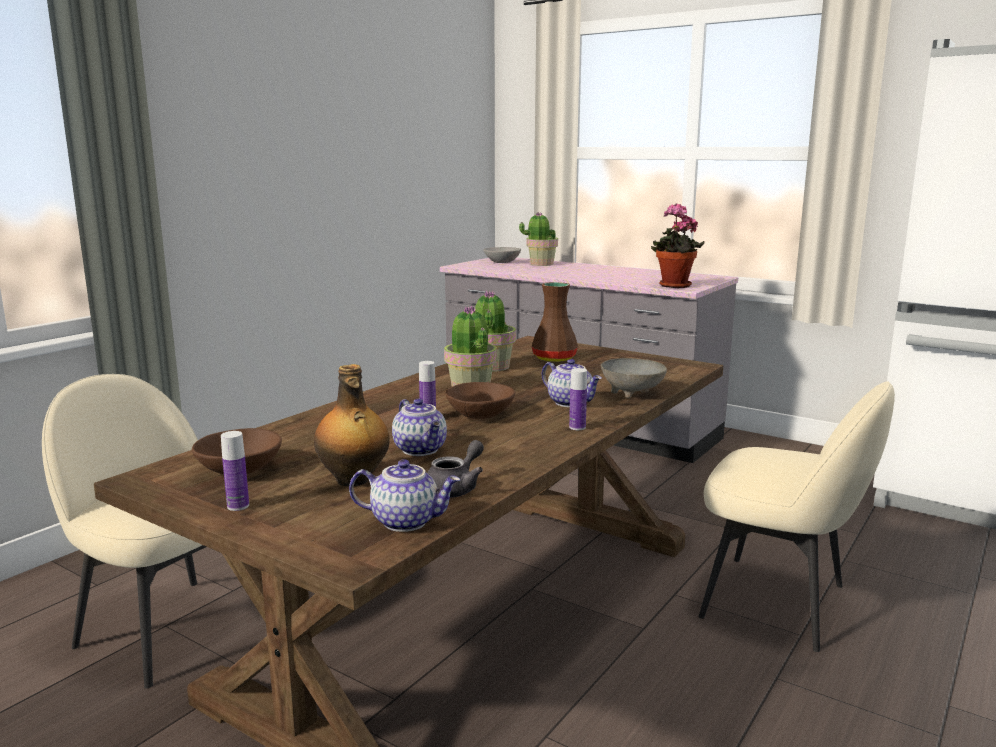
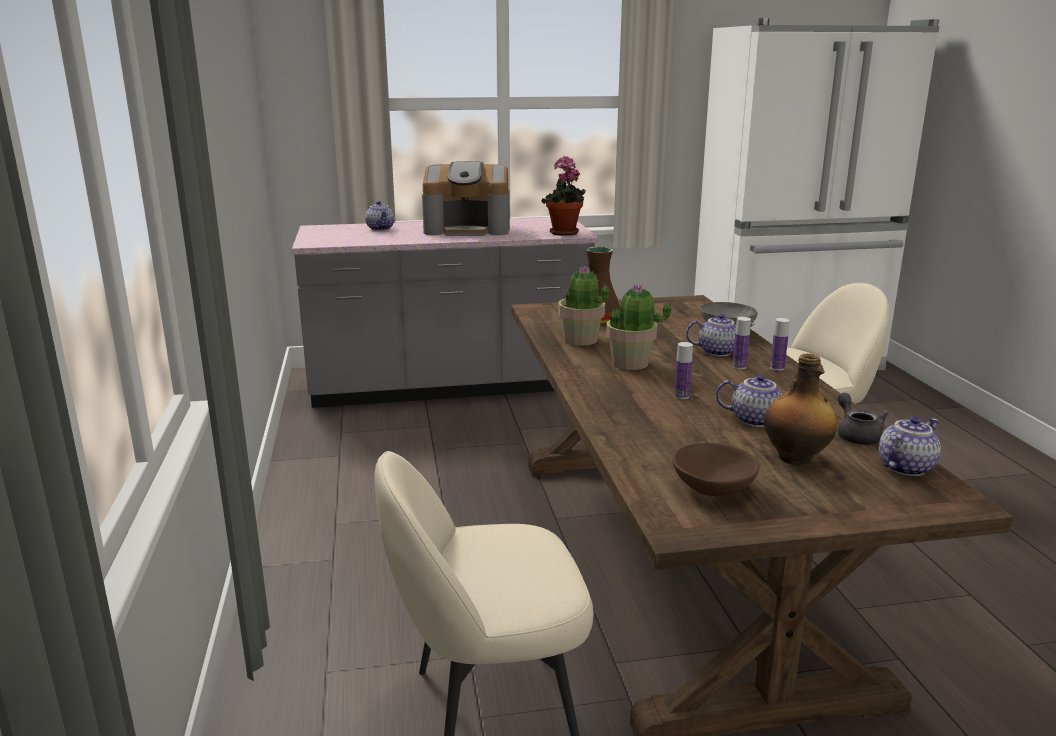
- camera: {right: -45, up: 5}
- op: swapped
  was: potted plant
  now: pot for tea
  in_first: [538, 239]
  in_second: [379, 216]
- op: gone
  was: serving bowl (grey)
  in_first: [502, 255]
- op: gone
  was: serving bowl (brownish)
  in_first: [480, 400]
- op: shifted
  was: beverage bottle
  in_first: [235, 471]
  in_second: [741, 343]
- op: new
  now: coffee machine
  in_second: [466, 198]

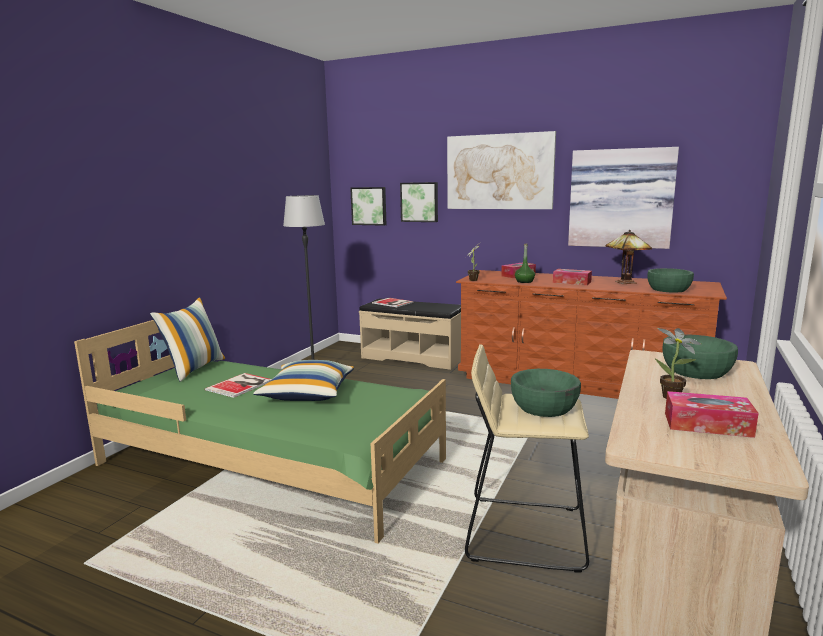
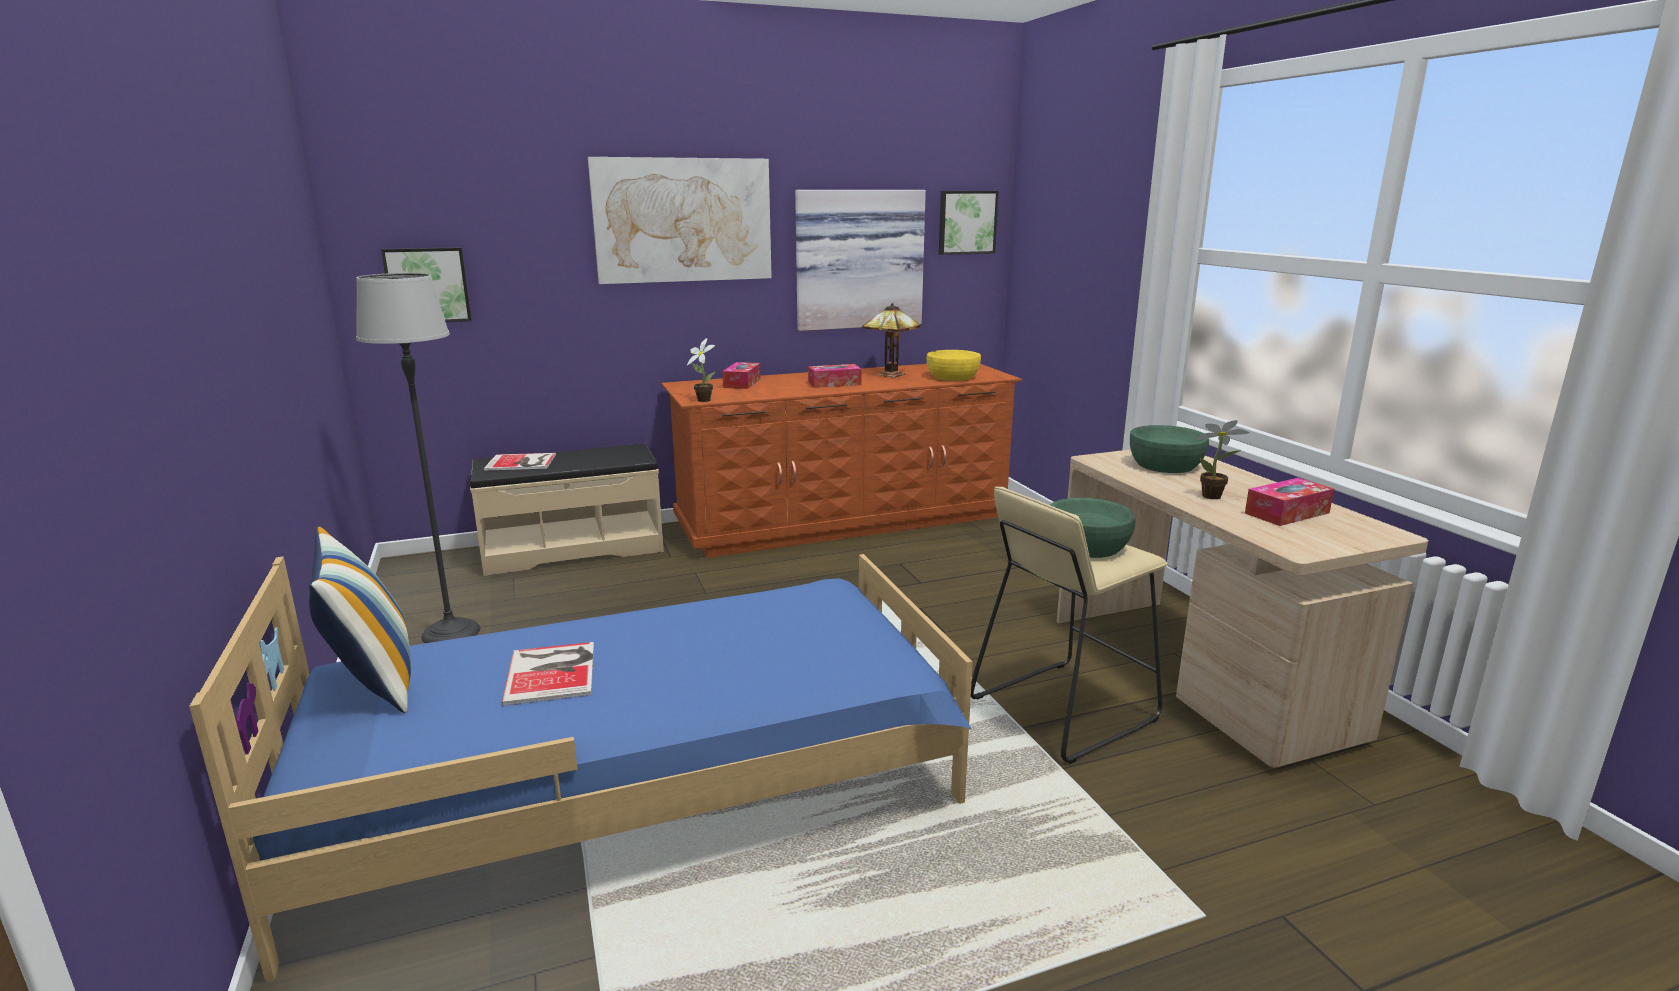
- camera: {right: -45, up: 5}
- op: shifted
  was: picture
  in_first: [419, 202]
  in_second: [969, 223]
- op: gone
  was: beverage bottle (green)
  in_first: [525, 263]
- op: repainted
  was: serving bowl (green)
  now: serving bowl (yellow-coloured)
  in_first: [671, 280]
  in_second: [954, 365]
- op: repainted
  was: bed (green)
  now: bed (blue-coloured)
  in_first: [260, 432]
  in_second: [581, 768]
- op: gone
  was: throw pillow
  in_first: [303, 380]

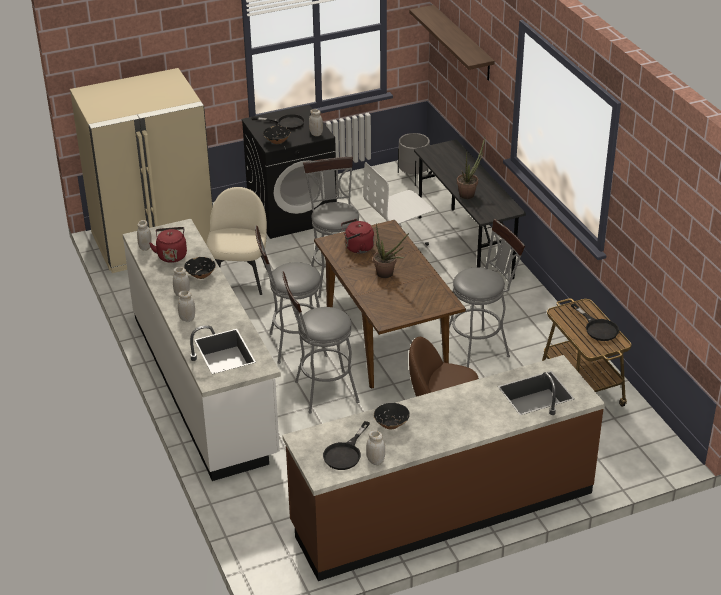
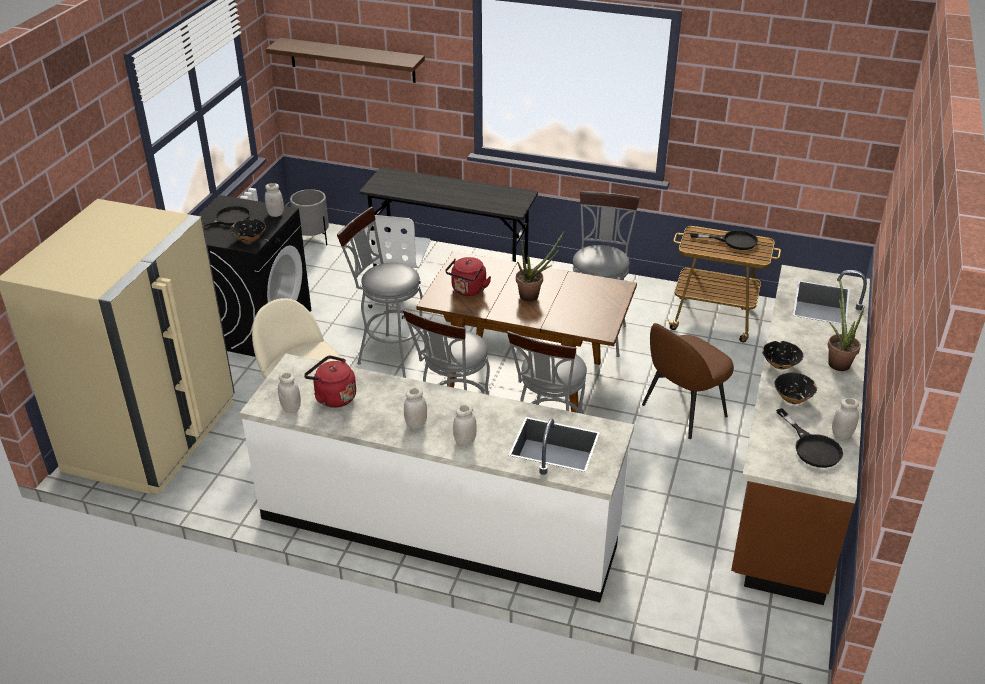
- camera: {right: -50, up: 0}
- op: shifted
  was: potted plant
  in_first: [471, 168]
  in_second: [846, 324]
- op: shifted
  was: serving bowl (blackish)
  in_first: [200, 268]
  in_second: [782, 355]

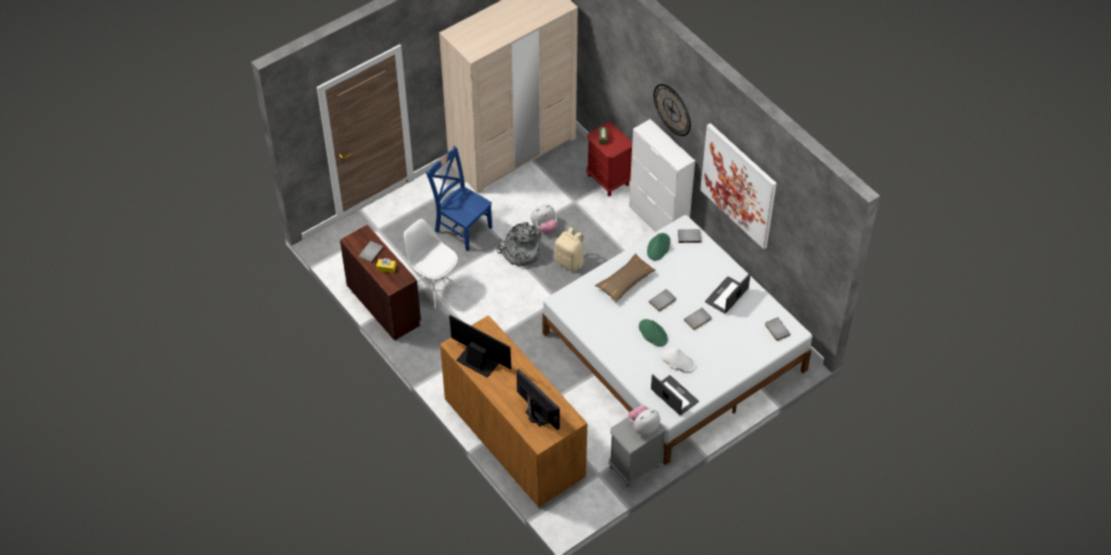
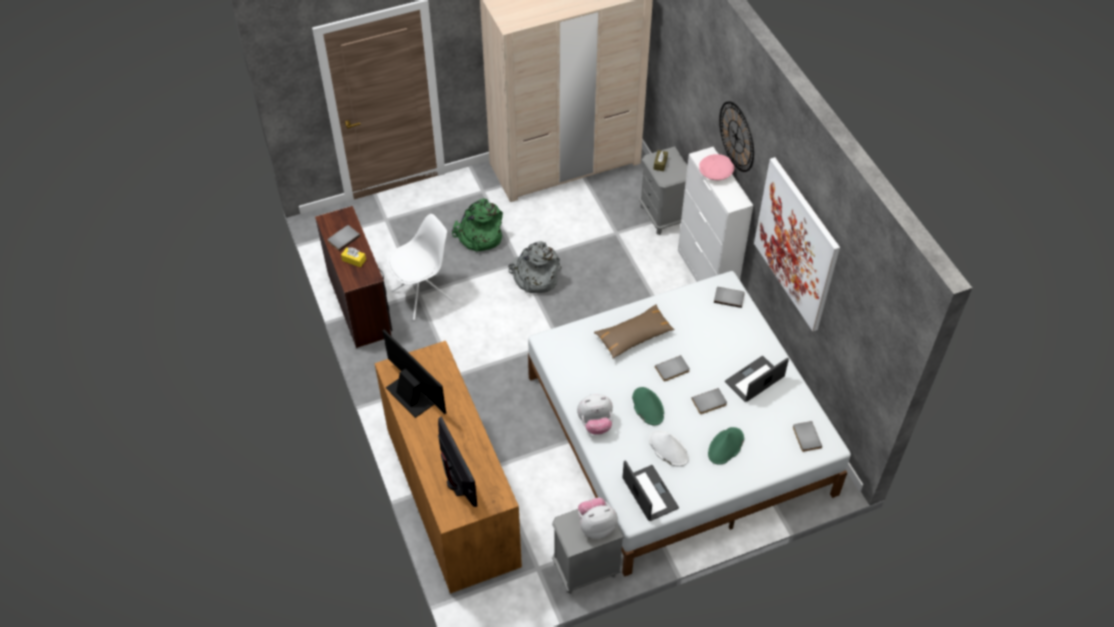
- camera: {right: 15, up: 0}
- op: repainted
  was: nightstand (red)
  now: nightstand (grey)
  in_first: [609, 158]
  in_second: [663, 190]
- op: swapped
  was: plain chair (blue-coloured)
  now: rucksack (green)
  in_first: [459, 198]
  in_second: [477, 225]
- op: shifted
  was: cuddly toy
  in_first: [544, 219]
  in_second: [595, 414]
- op: rotated
  was: plain chair (whitish)
  in_first: [432, 264]
  in_second: [420, 267]
  clockwise: 90
- op: gone
  was: rucksack (beige-coloured)
  in_first: [569, 249]
- op: shifted
  was: clothing hat (green)
  in_first: [659, 246]
  in_second: [726, 446]
- op: new
  now: serving bowl (pinkish)
  in_second: [716, 167]

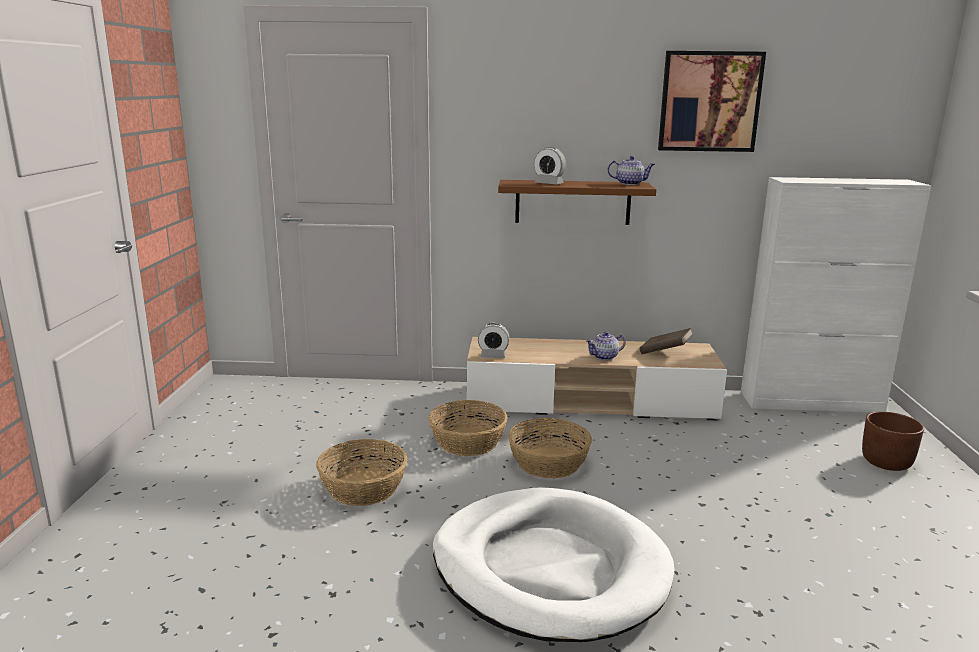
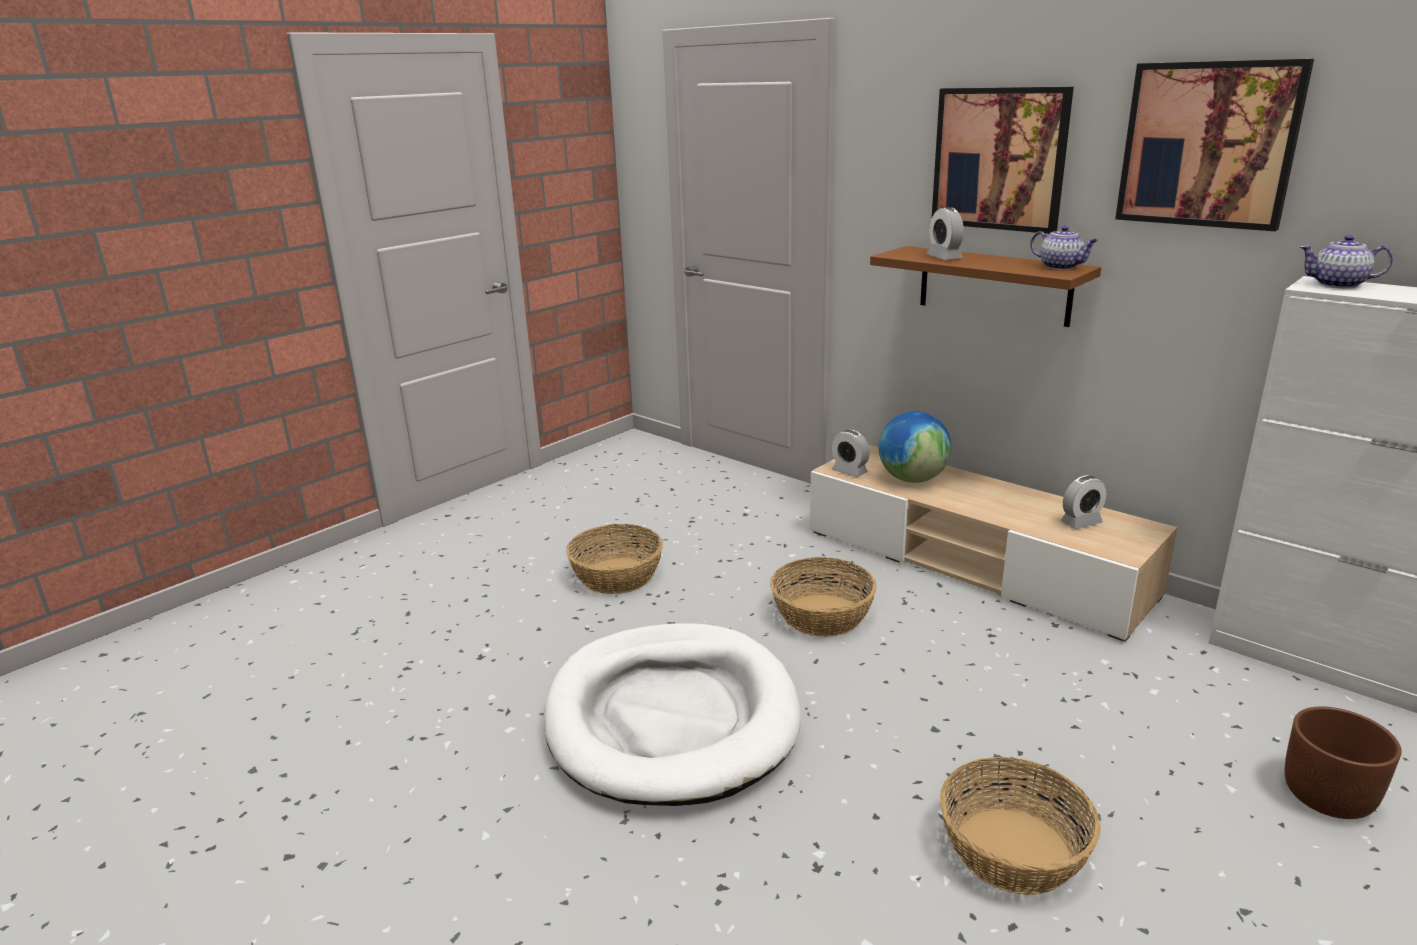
- camera: {right: 40, up: 5}
- op: swapped
  was: bound book (brownish)
  now: alarm clock
  in_first: [666, 341]
  in_second: [1083, 502]
- op: shifted
  was: pot for tea
  in_first: [605, 345]
  in_second: [1346, 261]
- op: shifted
  was: basket
  in_first: [468, 428]
  in_second: [1020, 826]
- op: new
  now: picture
  in_second: [1003, 160]
- op: new
  now: world globe
  in_second: [915, 447]

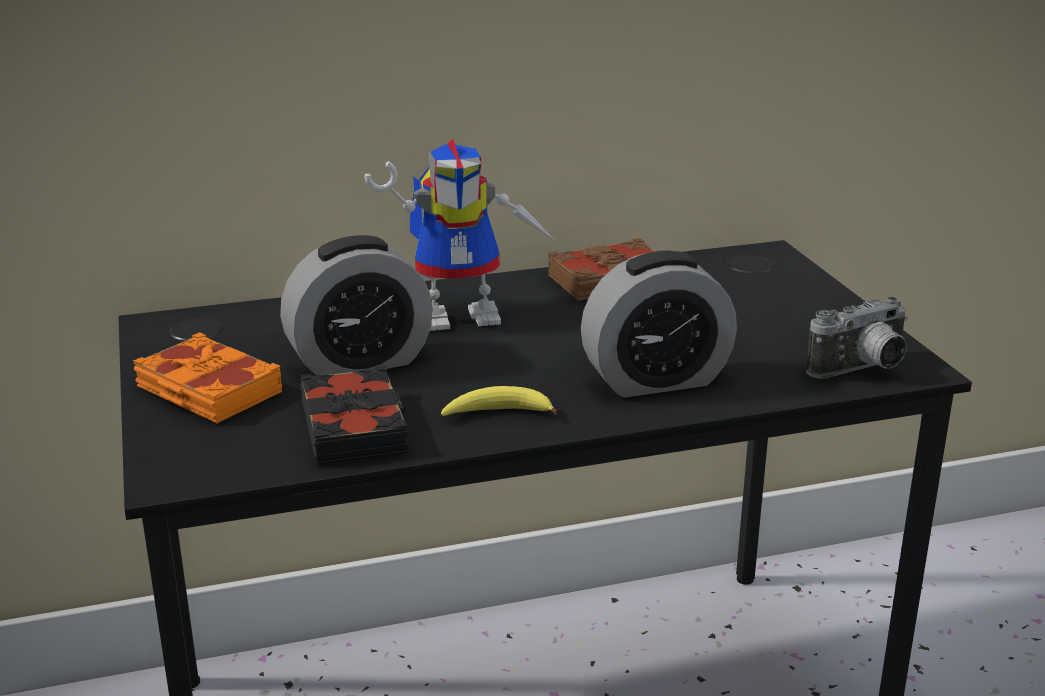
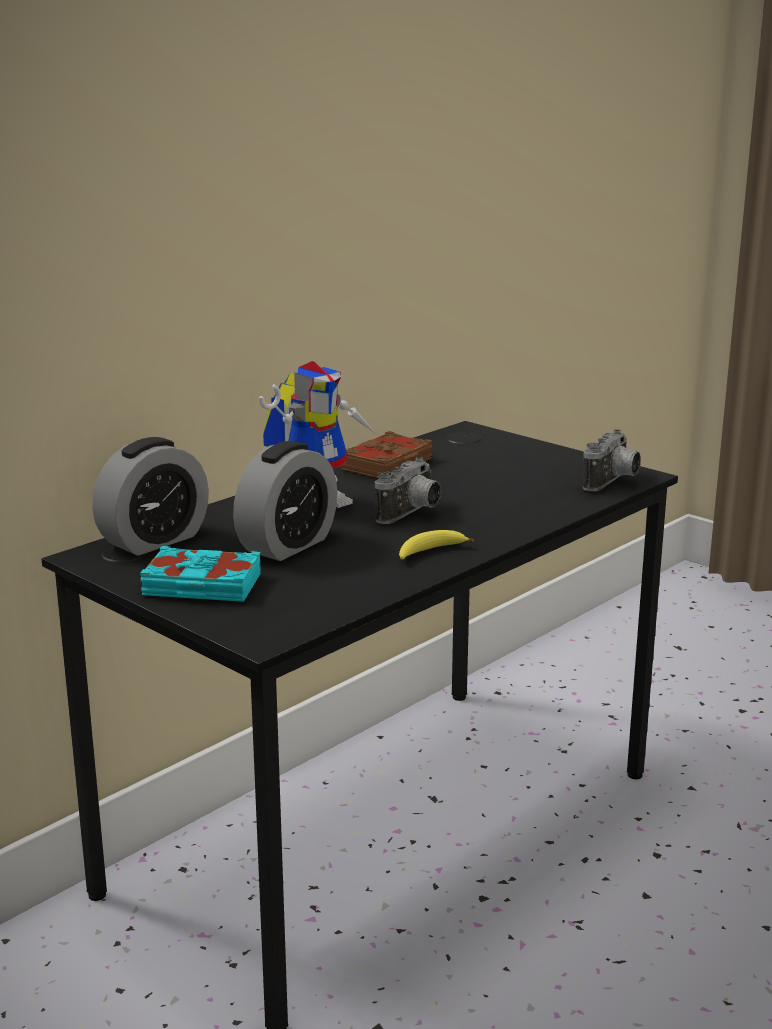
- camera: {right: -30, up: -5}
- op: shifted
  was: alarm clock
  in_first: [659, 324]
  in_second: [150, 496]
- op: repainted
  was: bound book (orange-coloured)
  now: bound book (blue-green)
  in_first: [207, 377]
  in_second: [200, 574]
- op: gone
  was: bound book (blackish)
  in_first: [354, 415]
- op: new
  now: still camera
  in_second: [408, 490]

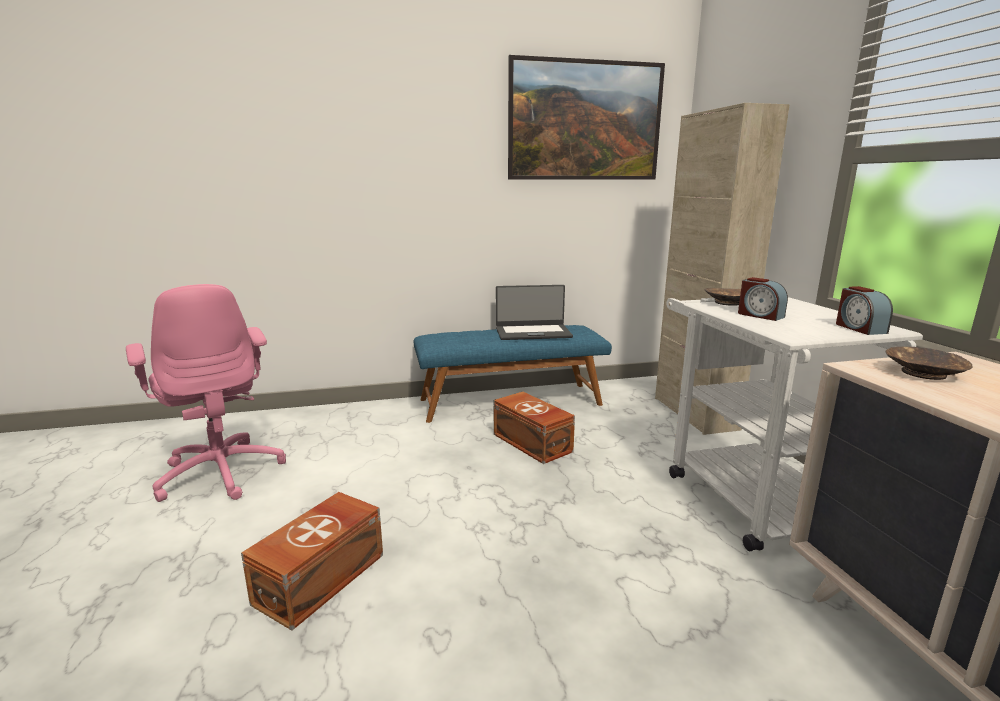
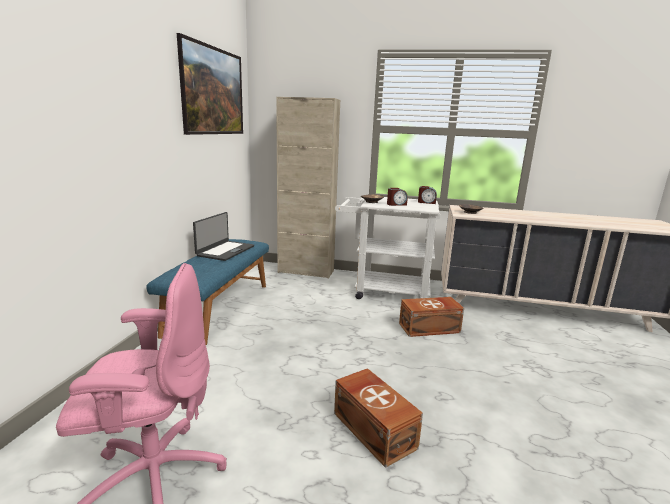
- camera: {right: -65, up: 0}
- op: shifted
  was: storage container (brownish)
  in_first: [534, 428]
  in_second: [431, 317]

